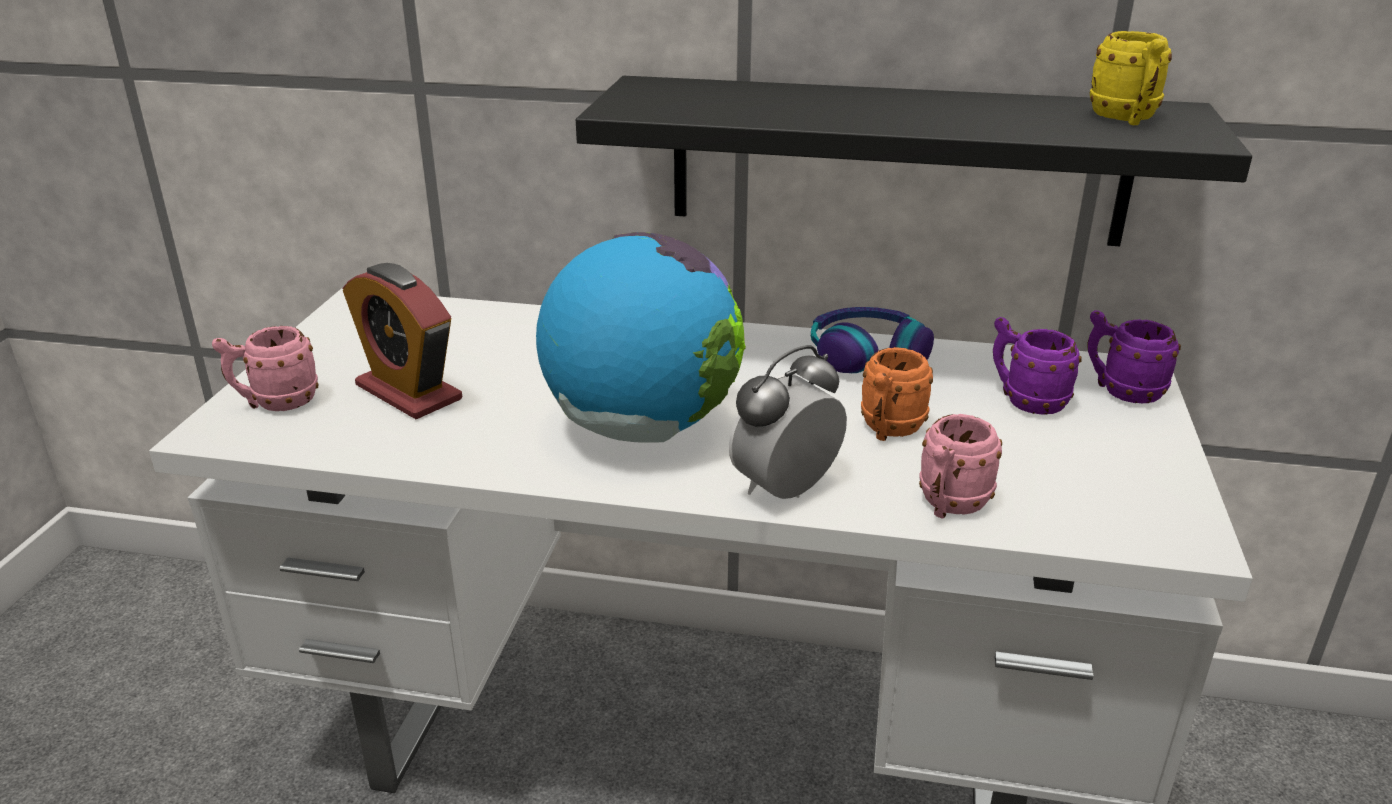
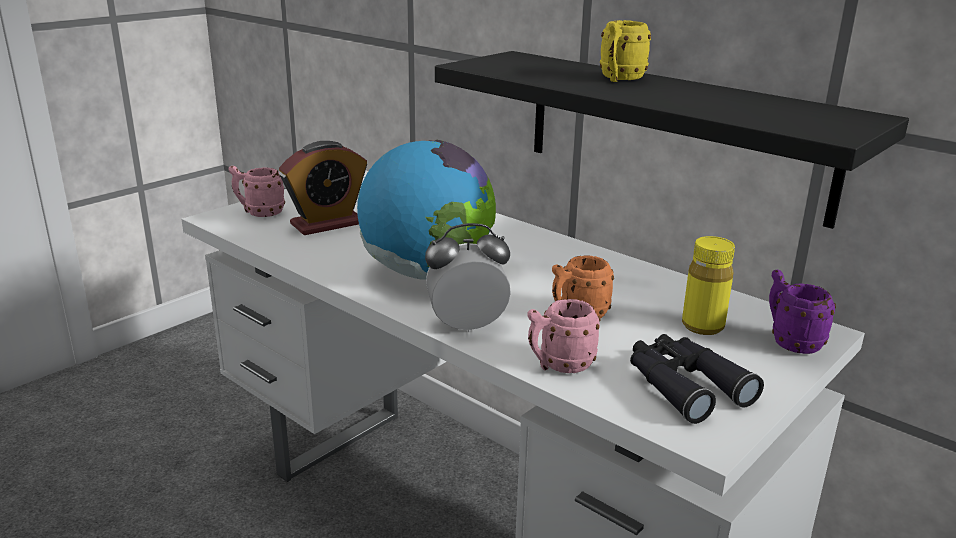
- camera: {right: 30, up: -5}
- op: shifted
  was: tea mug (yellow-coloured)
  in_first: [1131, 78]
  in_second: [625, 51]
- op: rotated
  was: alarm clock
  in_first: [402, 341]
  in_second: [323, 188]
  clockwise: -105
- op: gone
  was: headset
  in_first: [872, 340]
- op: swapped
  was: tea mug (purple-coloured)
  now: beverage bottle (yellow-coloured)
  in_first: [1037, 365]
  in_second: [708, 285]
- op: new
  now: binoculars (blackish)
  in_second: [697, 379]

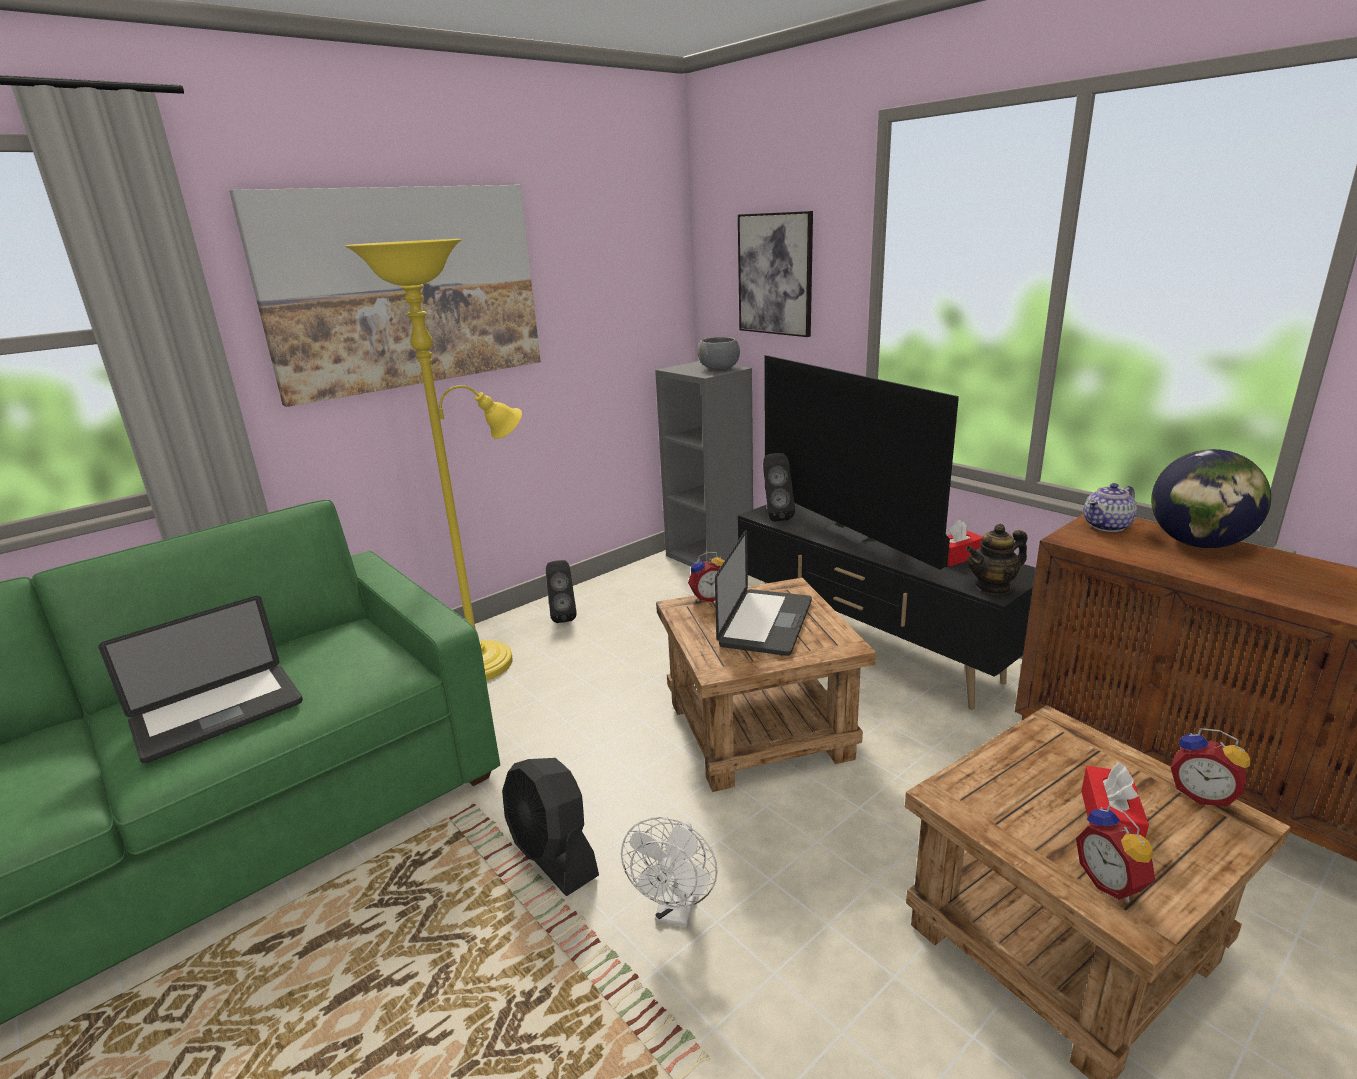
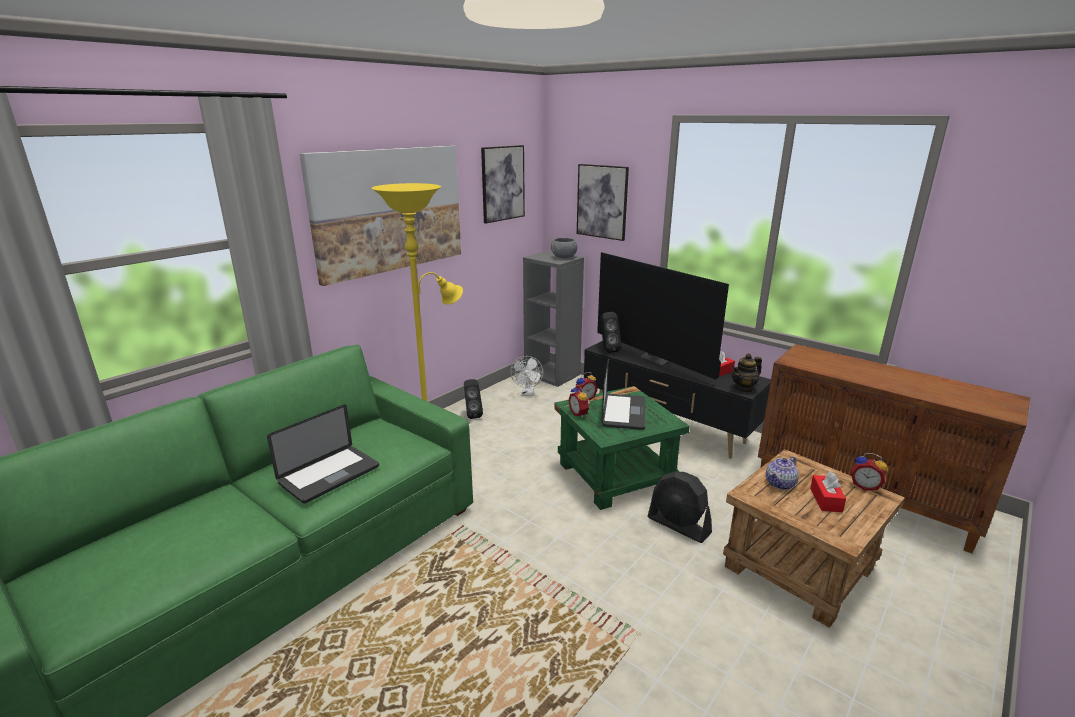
- camera: {right: -10, up: 0}
- op: gone
  was: world globe
  in_first: [1211, 498]
- op: shifted
  was: pot for tea
  in_first: [1110, 507]
  in_second: [782, 473]
- op: repainted
  was: side table (brownish)
  now: side table (green)
  in_first: [766, 685]
  in_second: [622, 448]
- op: shifted
  was: electric fan (blackish)
  in_first: [550, 827]
  in_second: [680, 507]
- op: shifted
  was: alarm clock
  in_first: [1115, 853]
  in_second: [579, 401]
- op: shifted
  was: electric fan (whitish)
  in_first: [669, 872]
  in_second: [527, 376]
- op: new
  now: picture
  in_second: [503, 184]

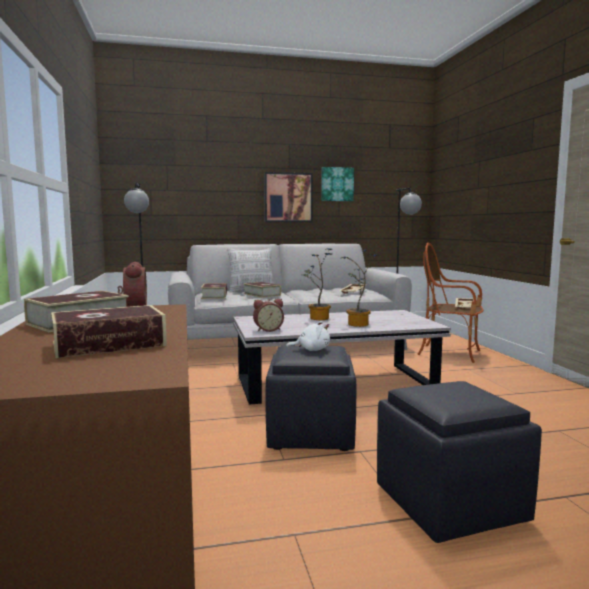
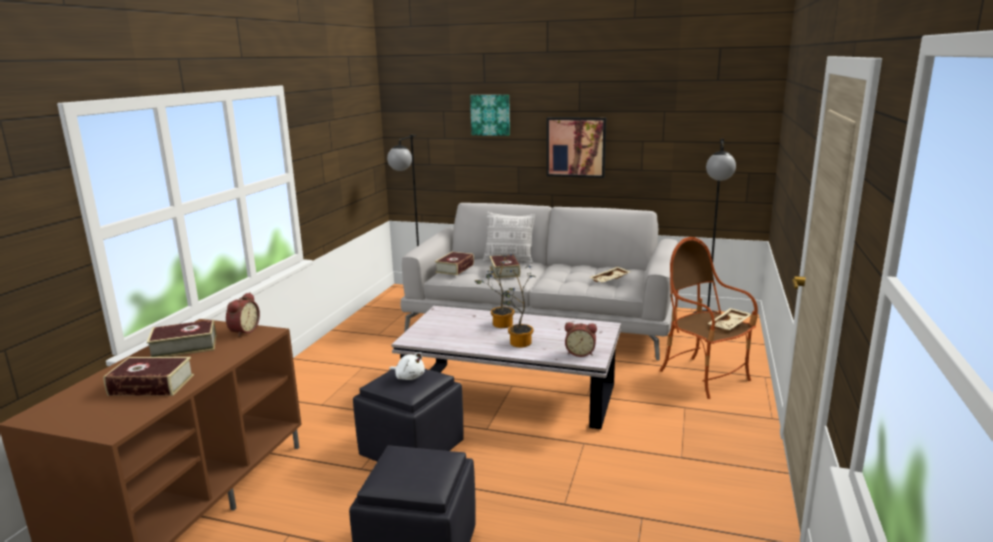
- camera: {right: 30, up: 10}
- op: shifted
  was: picture
  in_first: [337, 184]
  in_second: [490, 115]
- op: shifted
  was: alarm clock
  in_first: [268, 315]
  in_second: [581, 339]

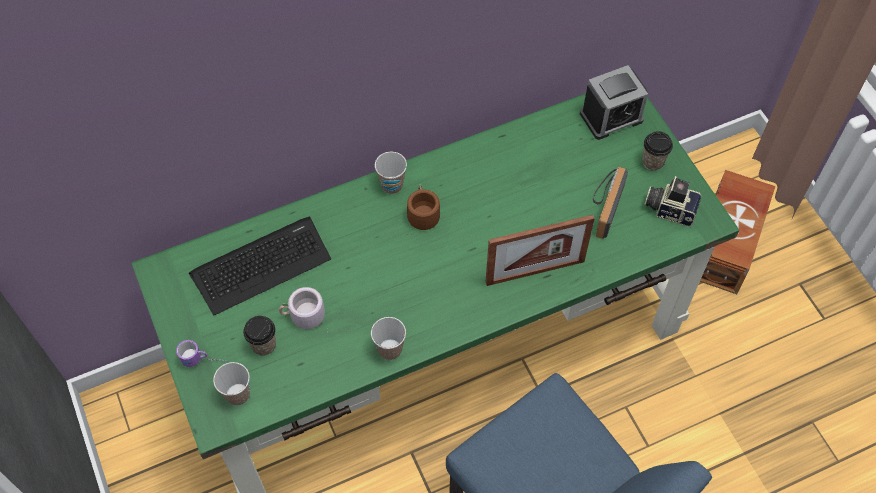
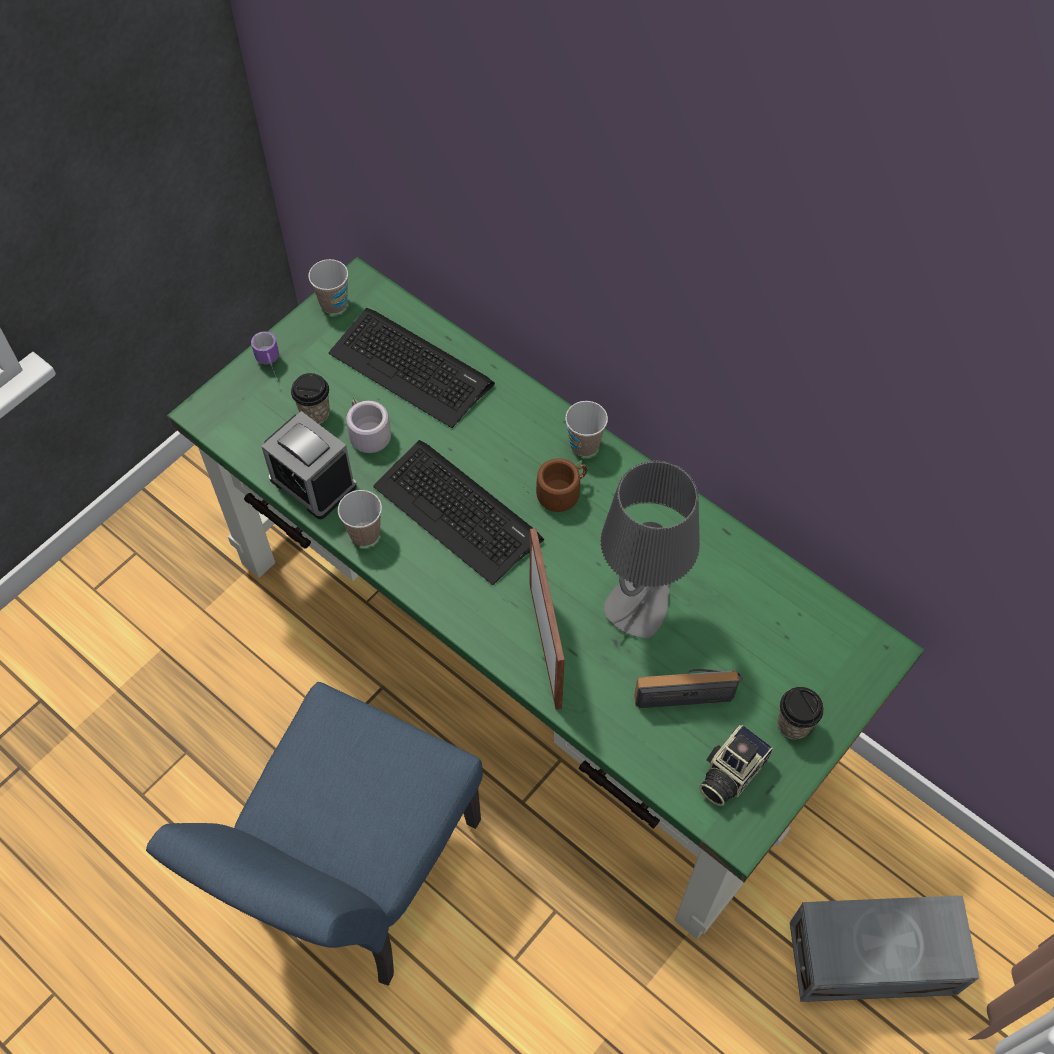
- camera: {right: 65, up: 0}
- op: shifted
  was: alarm clock
  in_first: [614, 102]
  in_second: [309, 465]
- op: repainted
  was: storage container (brownish)
  now: storage container (grey)
  in_first: [737, 232]
  in_second: [884, 948]
- op: rotated
  was: still camera
  in_first: [673, 201]
  in_second: [736, 765]
  clockwise: -135
- op: rotated
  was: picture frame
  in_first: [540, 250]
  in_second: [547, 619]
  clockwise: -150
- op: shifted
  was: small cup
  in_first: [231, 384]
  in_second: [328, 286]
- op: new
  now: keyboard
  in_second: [458, 512]
- op: new
  now: lamp for a table (grey)
  in_second: [650, 549]

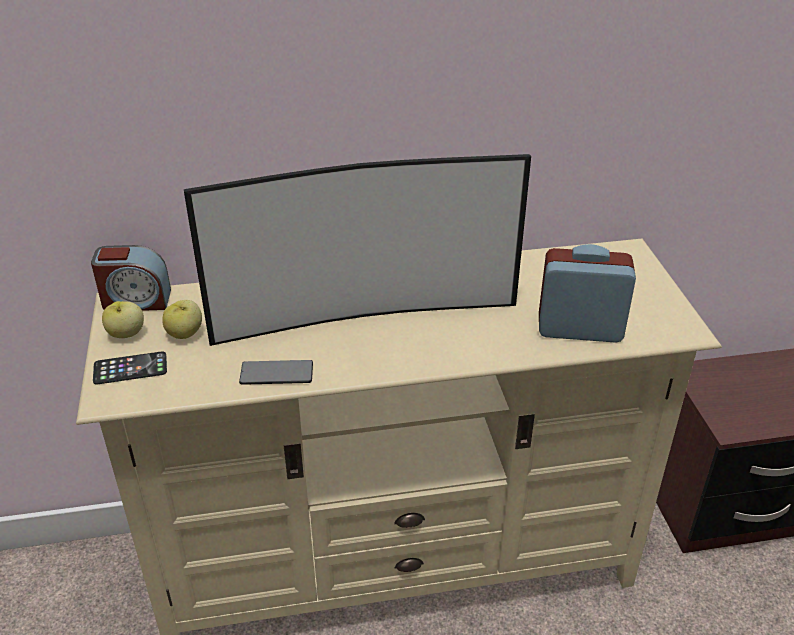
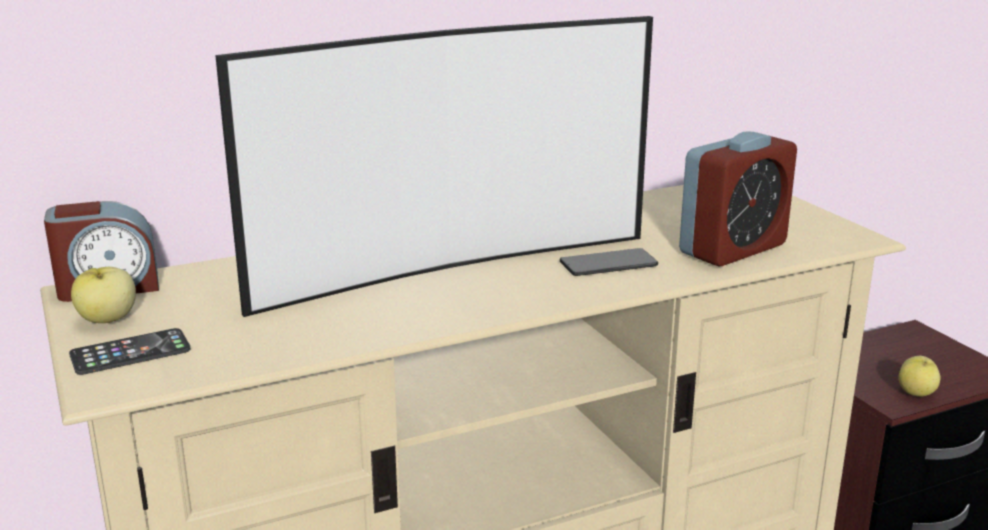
- camera: {right: -15, up: -15}
- op: rotated
  was: alarm clock
  in_first: [587, 293]
  in_second: [738, 199]
  clockwise: 150
- op: shifted
  was: whole apple
  in_first: [182, 319]
  in_second: [919, 376]
- op: shifted
  was: phone
  in_first: [276, 372]
  in_second: [609, 262]

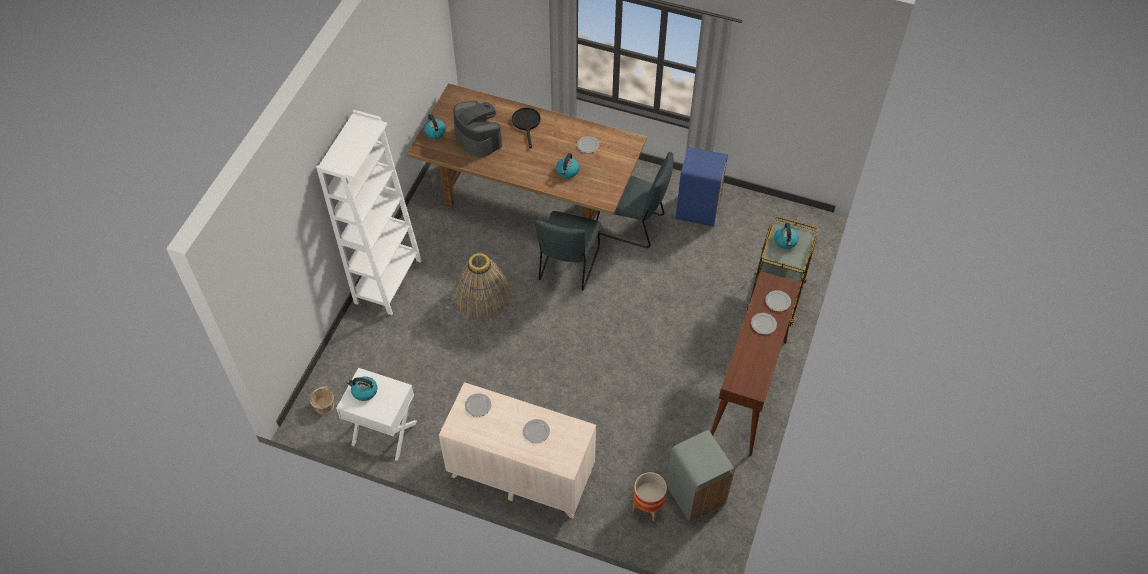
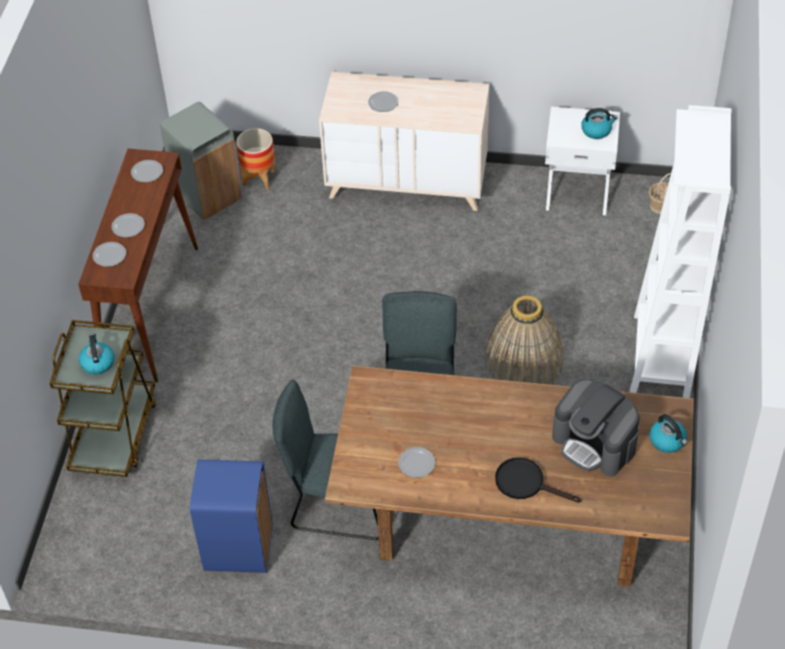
- camera: {right: 170, up: -5}
- op: rotated
  was: pan (blackish)
  in_first: [526, 128]
  in_second: [538, 480]
  clockwise: 135
- op: gone
  was: tea kettle
  in_first: [567, 165]
- op: shifted
  was: plate
  in_first: [478, 405]
  in_second: [147, 171]

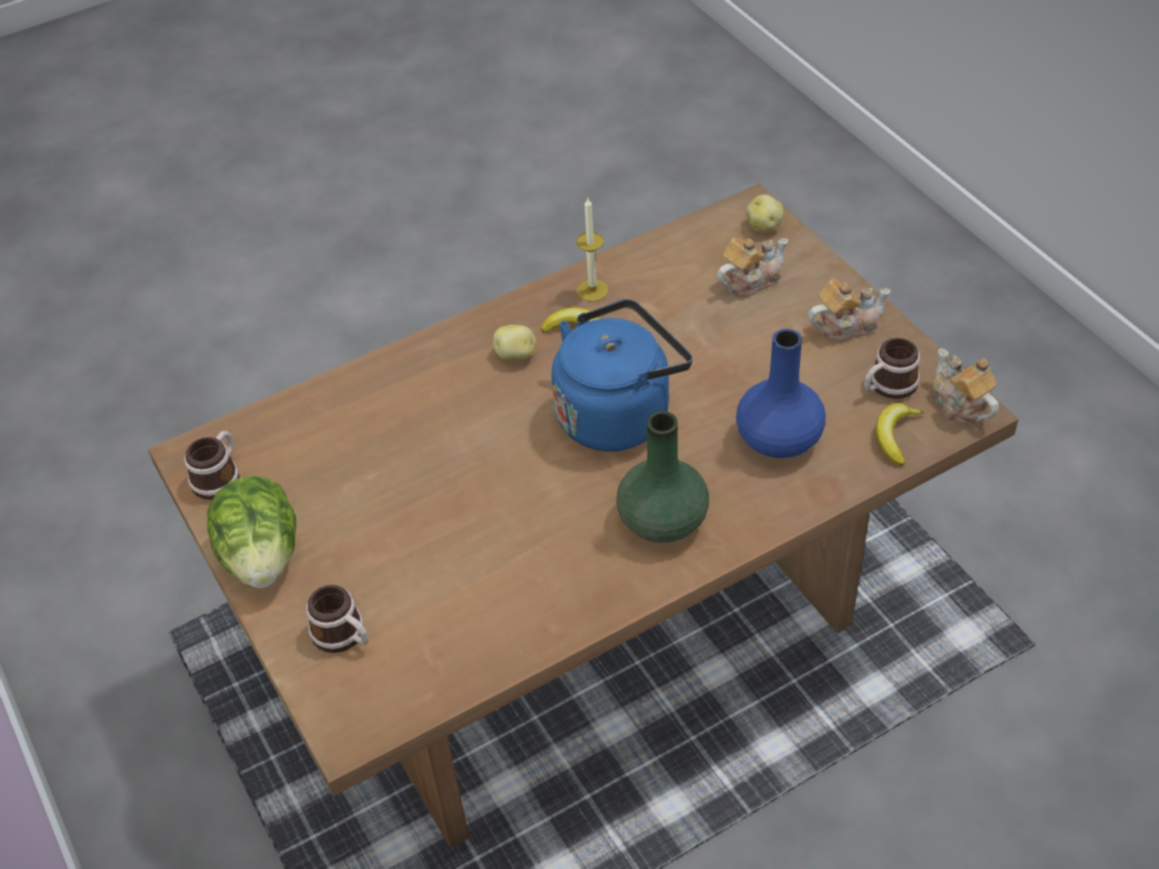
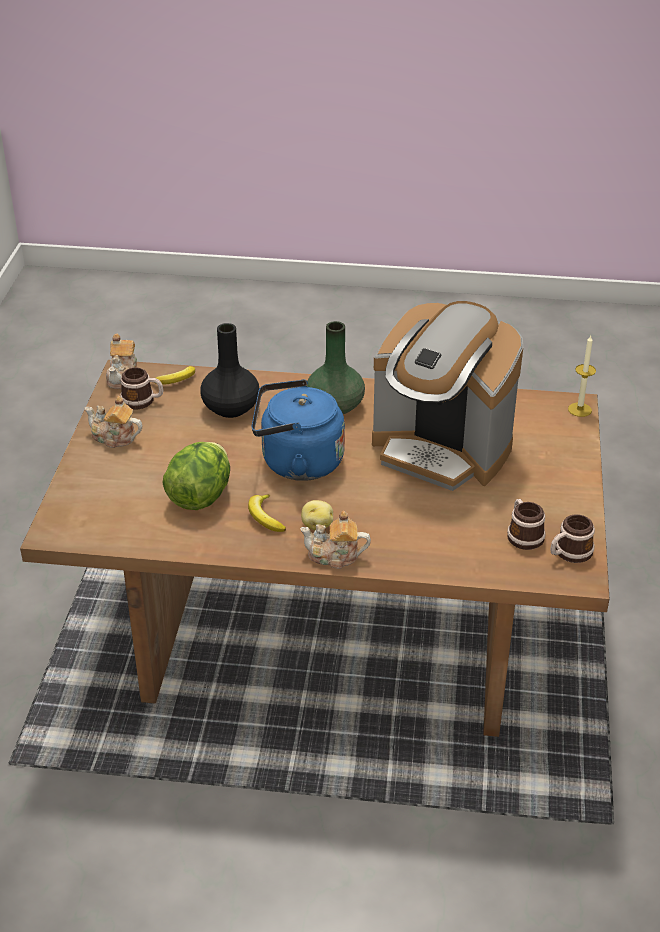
- camera: {right: -145, up: -10}
- op: gone
  was: whole potato
  in_first: [764, 213]
- op: shifted
  was: wax candle
  in_first: [592, 250]
  in_second: [582, 376]
- op: shifted
  was: pot for tea
  in_first: [752, 267]
  in_second: [335, 540]
- op: repainted
  was: vase (blue-coloured)
  now: vase (blackish)
  in_first: [781, 393]
  in_second: [230, 370]
- op: shifted
  was: head of lettuce
  in_first: [251, 532]
  in_second: [196, 476]
- op: shifted
  was: tea mug
  in_first: [337, 619]
  in_second: [526, 524]
- op: new
  now: coffee machine
  in_second: [447, 396]

